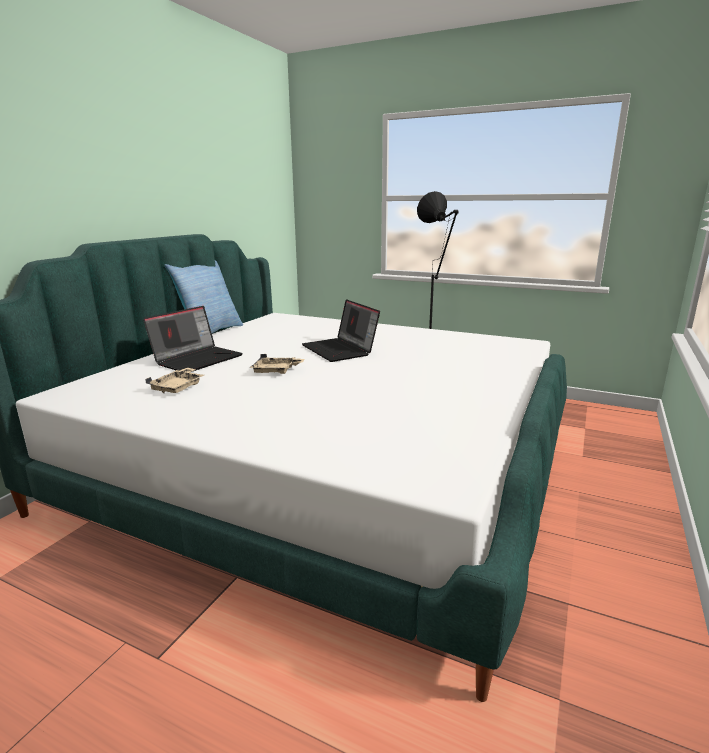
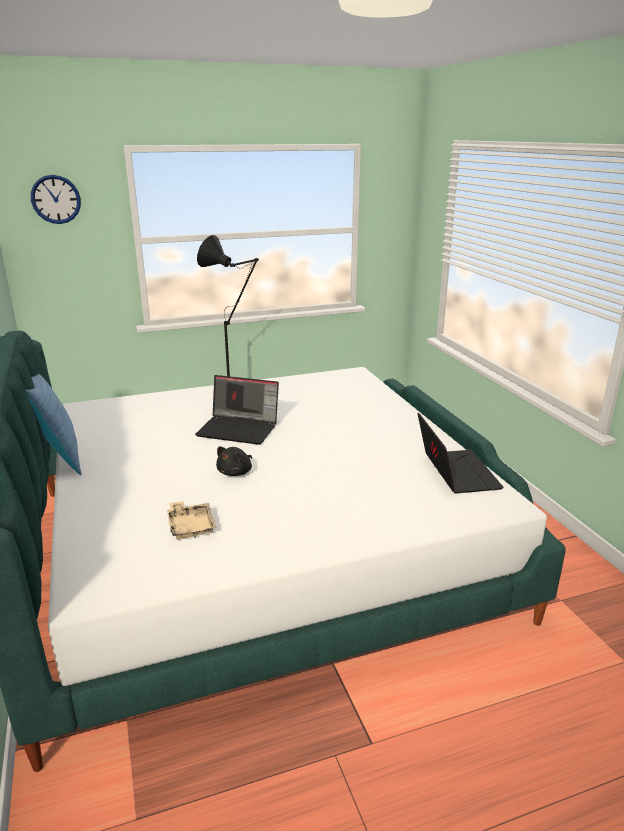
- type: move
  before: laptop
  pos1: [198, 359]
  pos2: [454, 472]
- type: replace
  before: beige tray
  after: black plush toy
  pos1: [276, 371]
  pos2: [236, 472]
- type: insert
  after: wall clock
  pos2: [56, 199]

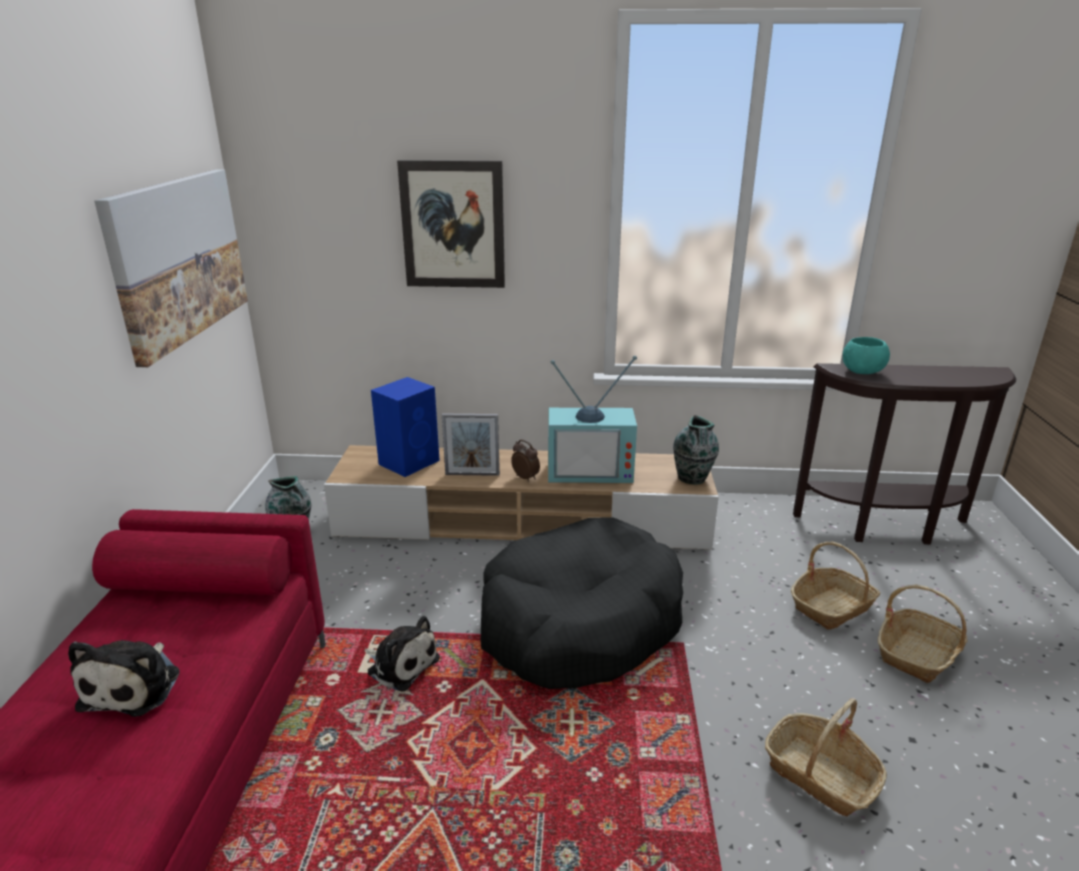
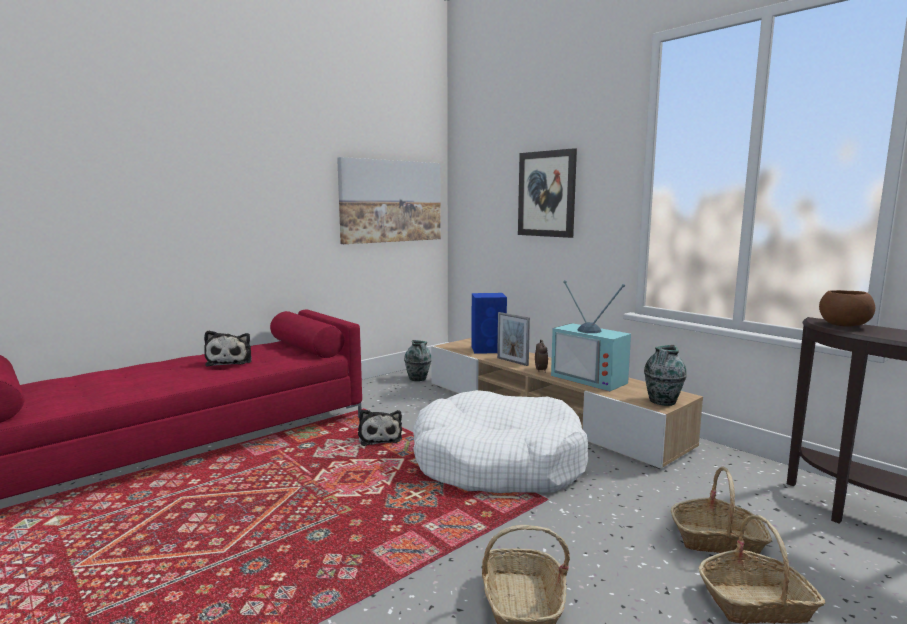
- type: recolor
  before: turquoise bowl
  after: brown bowl
  pos1: [862, 372]
  pos2: [844, 326]
- type: recolor
  before: black dog bed
  after: white dog bed
  pos1: [579, 623]
  pos2: [498, 463]
- type: rotate
  before: plush toy
  pos1: [134, 686]
  pos2: [230, 361]
  turn: -60

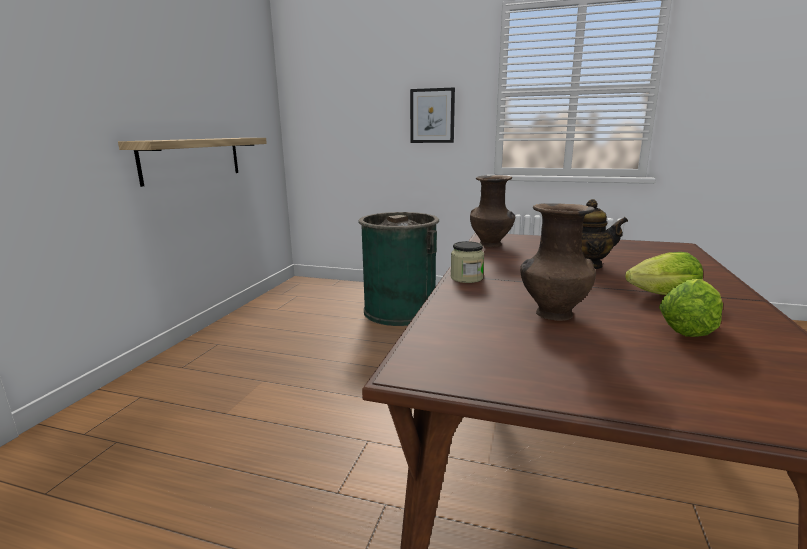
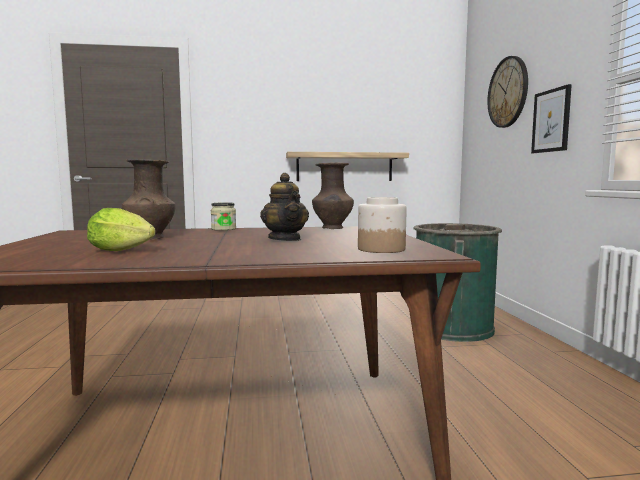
- type: delete
  before: lettuce
  pos1: [658, 295]
- type: insert
  after: wall clock
  pos2: [508, 92]
- type: insert
  after: jar
  pos2: [380, 249]

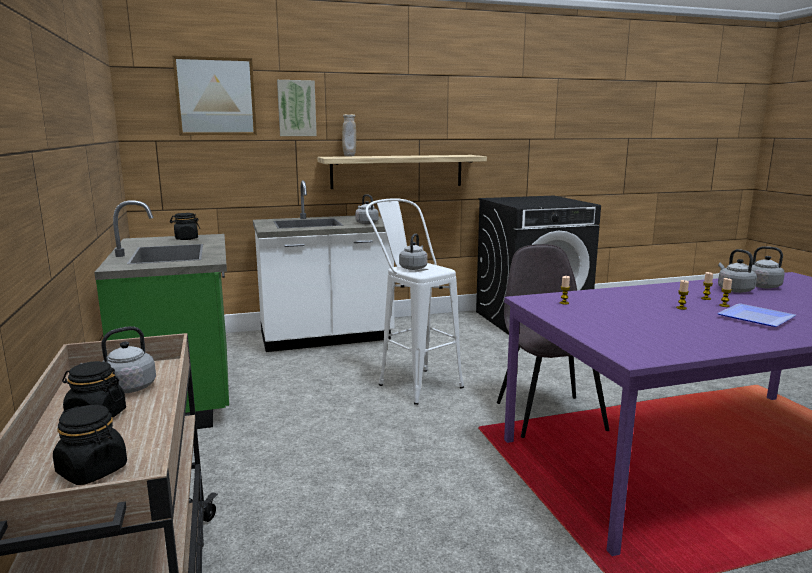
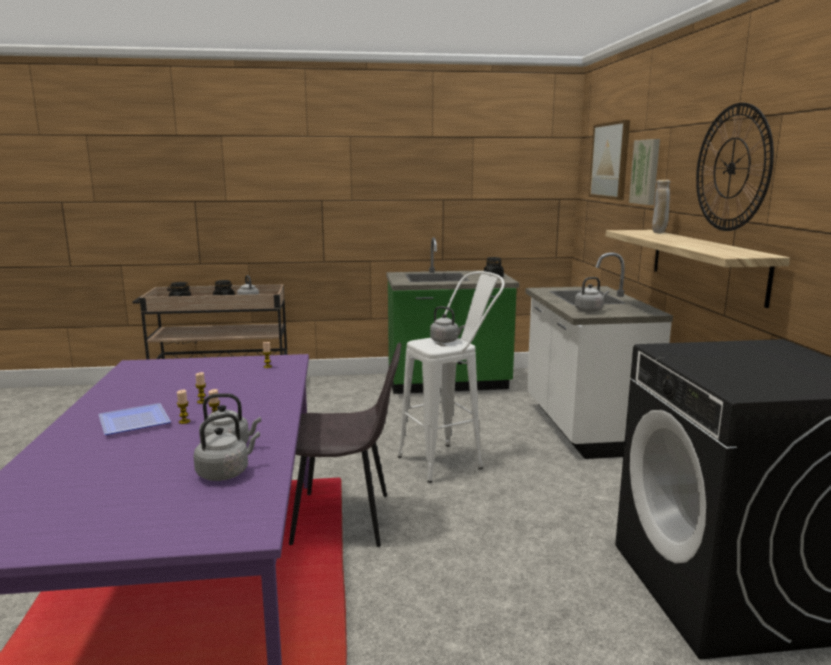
- type: insert
  after: wall clock
  pos2: [731, 168]

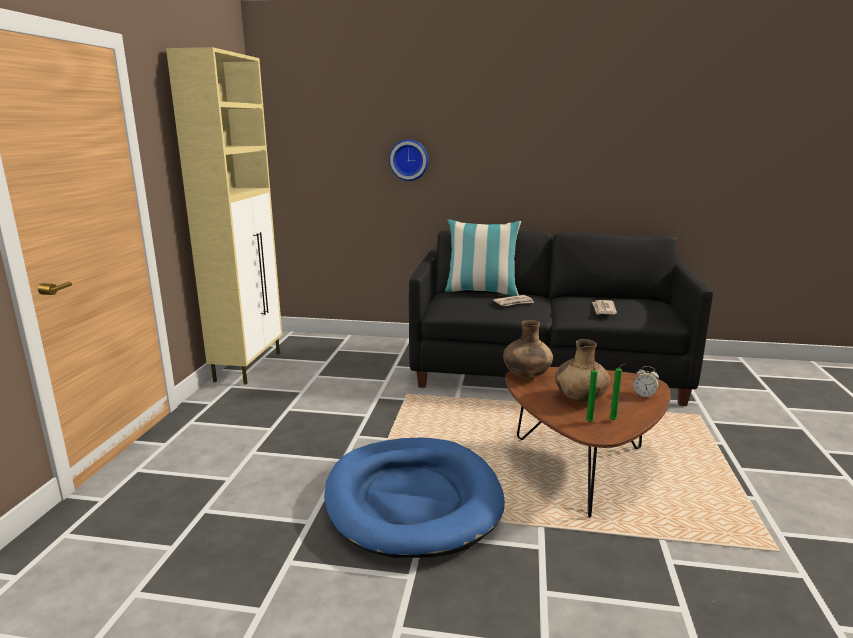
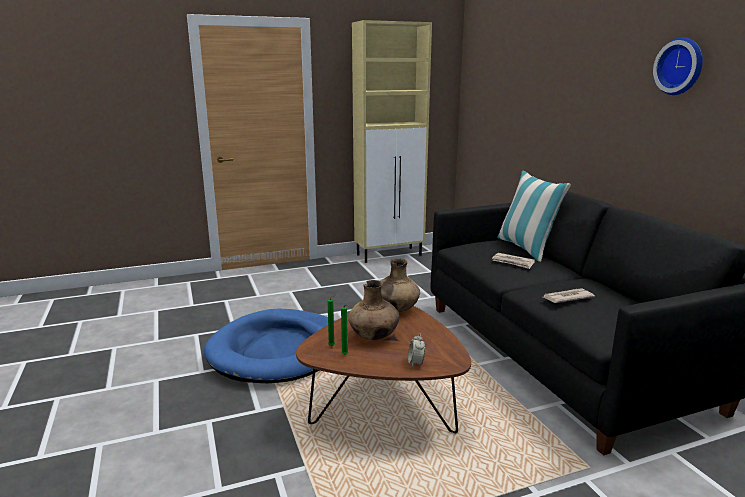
- type: move
  before: wall clock
  pos1: [409, 160]
  pos2: [681, 66]

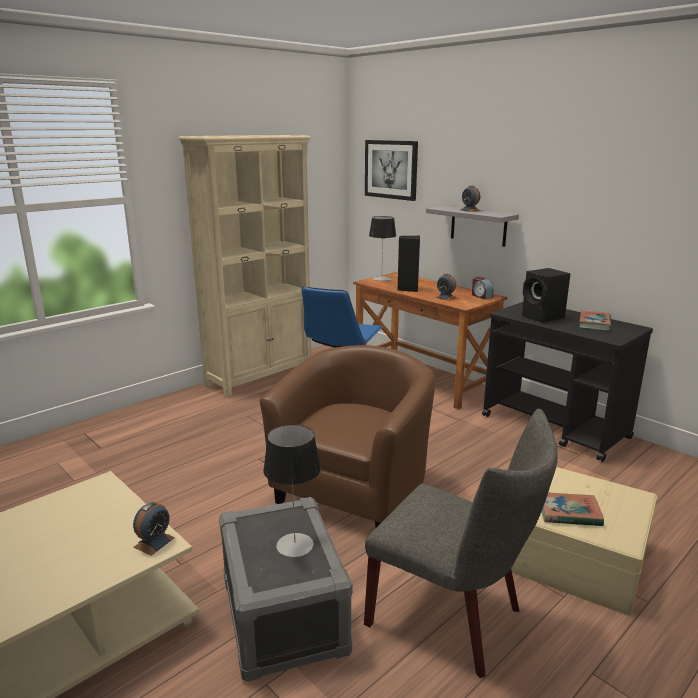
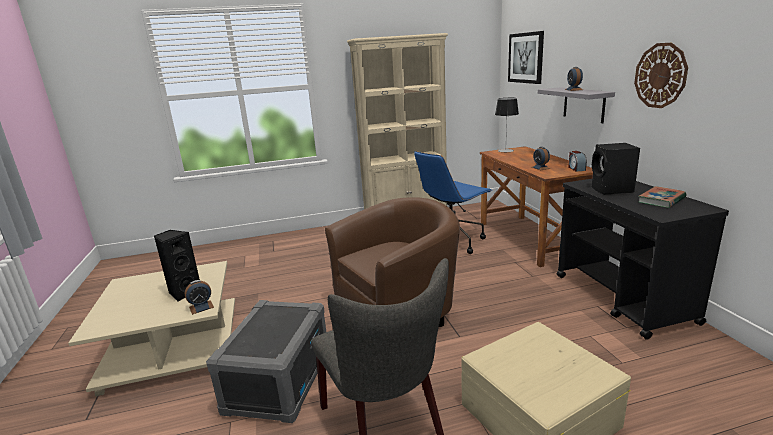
- type: move
  before: black speaker
  pos1: [408, 289]
  pos2: [184, 292]
- type: delete
  before: table lamp
  pos1: [295, 545]
- type: delete
  before: book
  pos1: [569, 513]
- type: insert
  after: wall clock
  pos2: [660, 75]

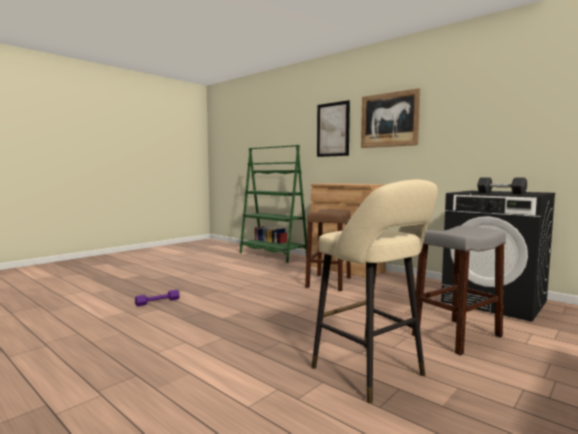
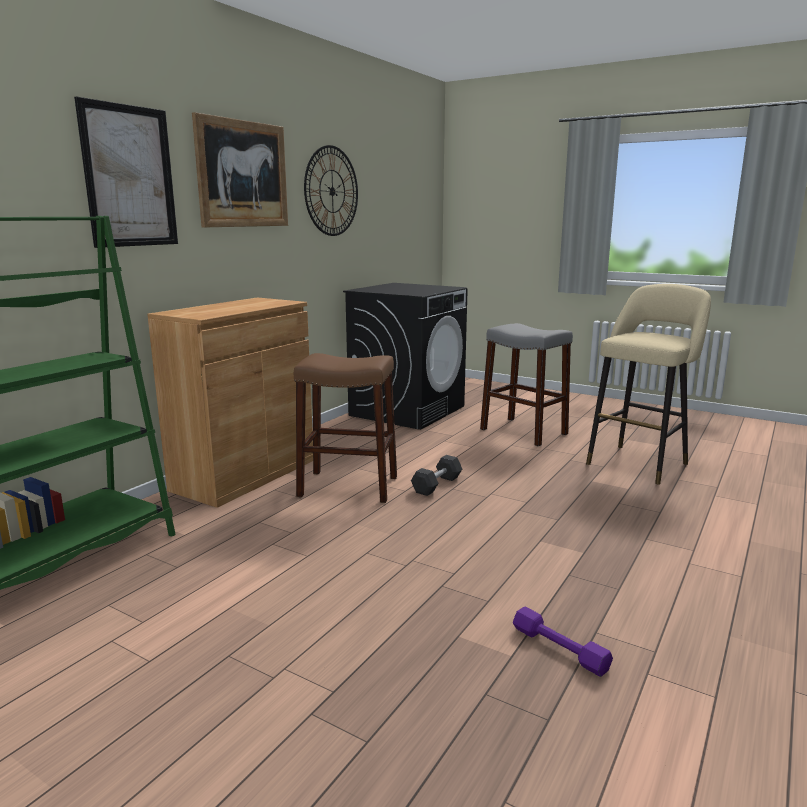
- type: move
  before: grey dumbbell
  pos1: [501, 193]
  pos2: [437, 485]
- type: insert
  after: wall clock
  pos2: [332, 191]

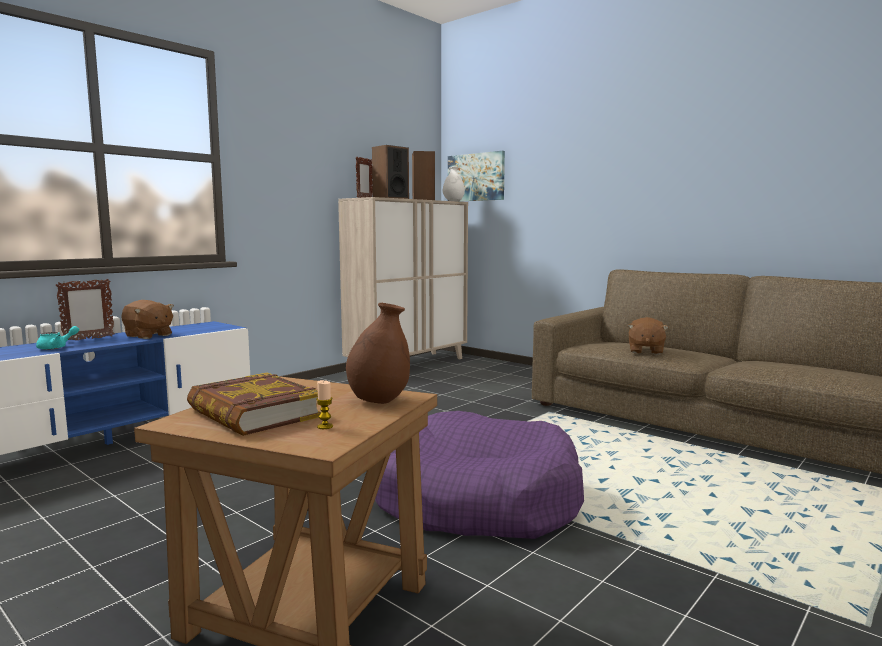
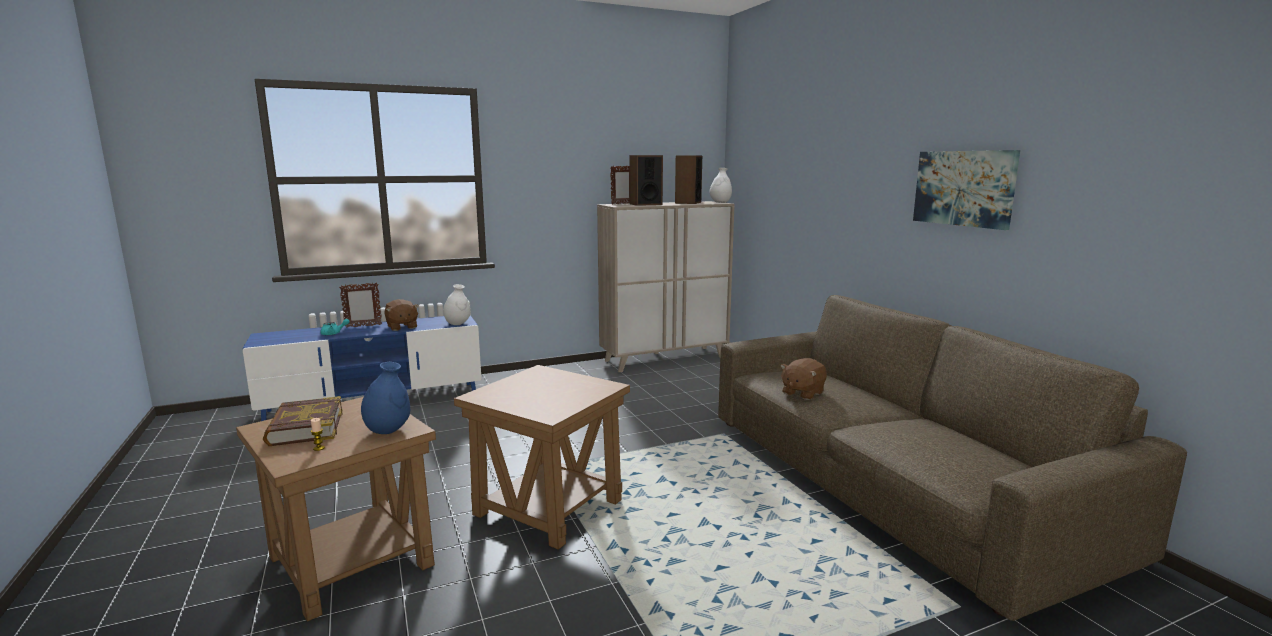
- type: move
  before: picture
  pos1: [476, 177]
  pos2: [964, 188]
- type: recolor
  before: brown vase
  after: blue vase
  pos1: [379, 401]
  pos2: [388, 430]
- type: replace
  before: purple dog bed
  after: brown side table
  pos1: [475, 499]
  pos2: [549, 507]
- type: insert
  after: white vase
  pos2: [457, 324]

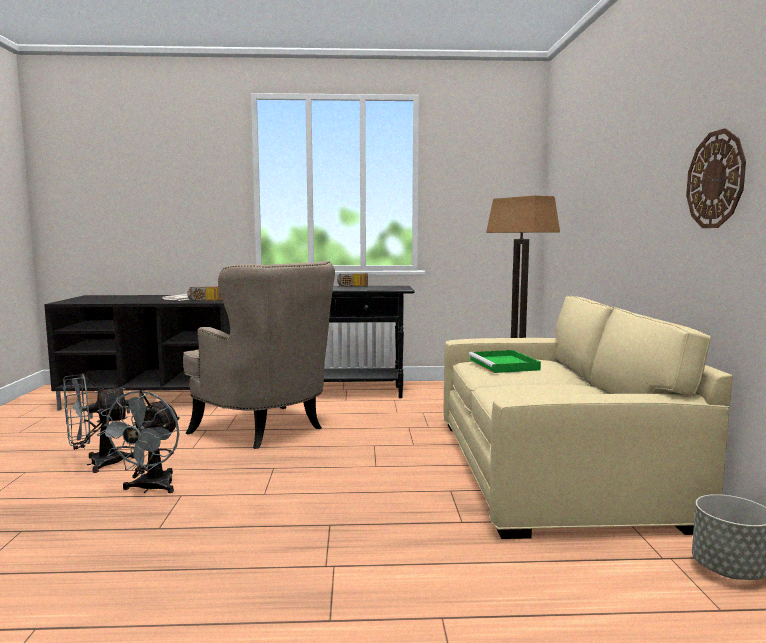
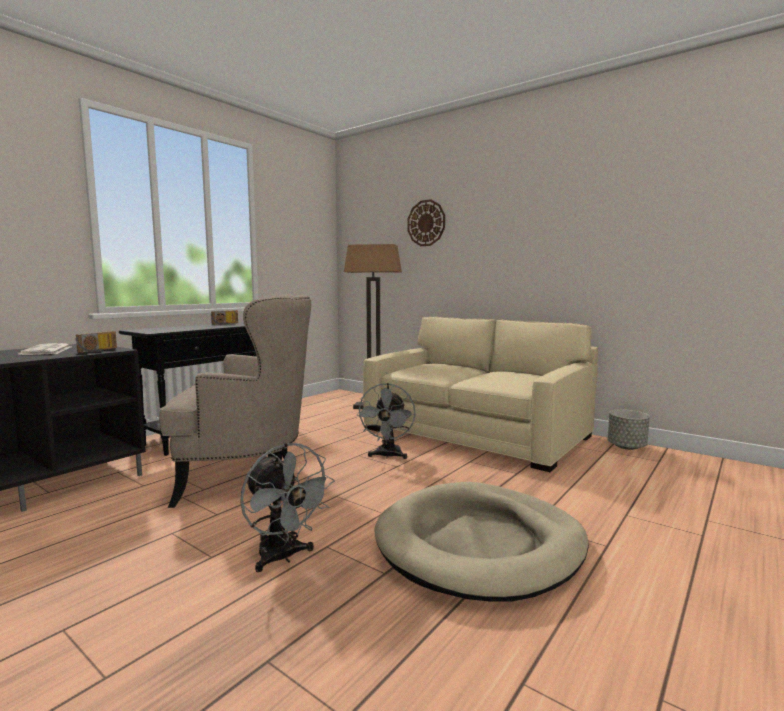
- type: move
  before: wall clock
  pos1: [716, 179]
  pos2: [426, 223]
- type: delete
  before: green tray
  pos1: [504, 365]
- type: move
  before: grey fan
  pos1: [97, 464]
  pos2: [387, 456]
- type: insert
  after: beige dog bed
  pos2: [480, 545]

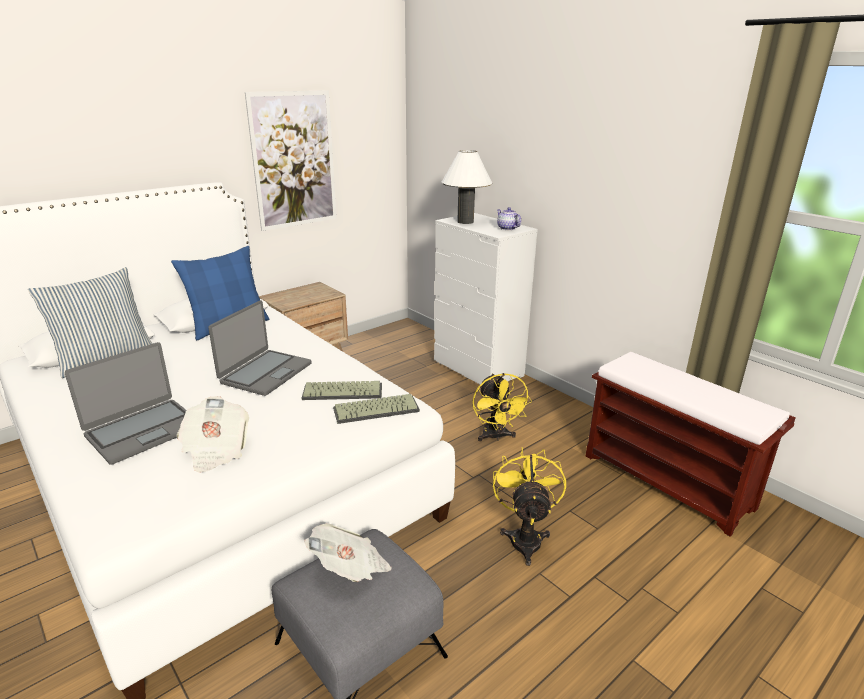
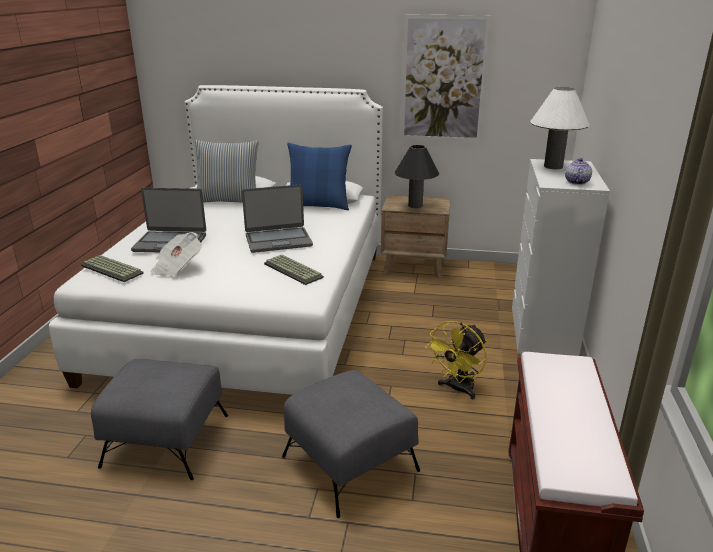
- type: move
  before: keyboard
  pos1: [377, 409]
  pos2: [113, 269]
- type: replace
  before: yellow fan
  after: grey ottoman
  pos1: [525, 537]
  pos2: [350, 462]
- type: delete
  before: newspaper
  pos1: [350, 568]
- type: insert
  after: black table lamp
  pos2: [415, 205]

